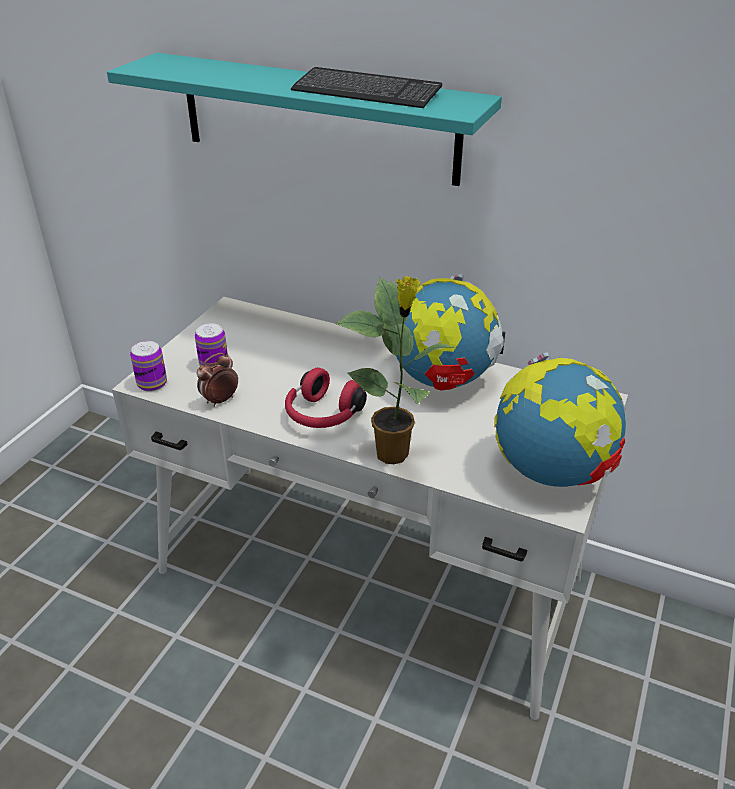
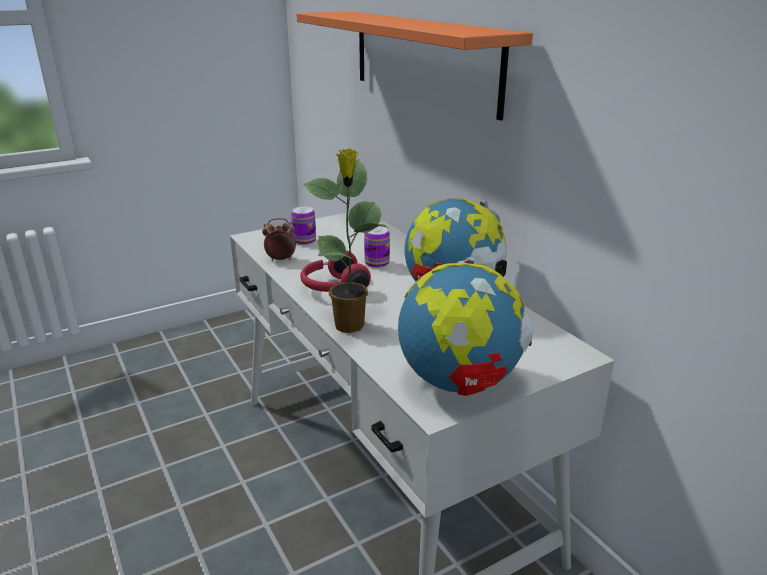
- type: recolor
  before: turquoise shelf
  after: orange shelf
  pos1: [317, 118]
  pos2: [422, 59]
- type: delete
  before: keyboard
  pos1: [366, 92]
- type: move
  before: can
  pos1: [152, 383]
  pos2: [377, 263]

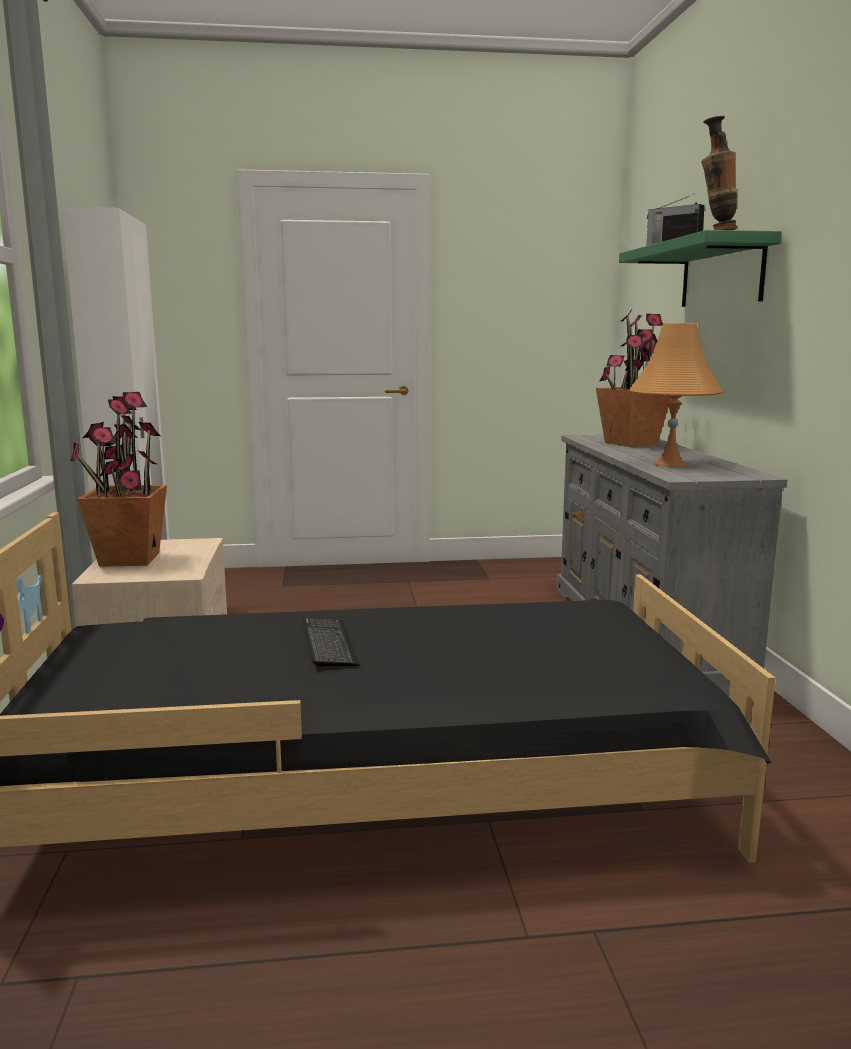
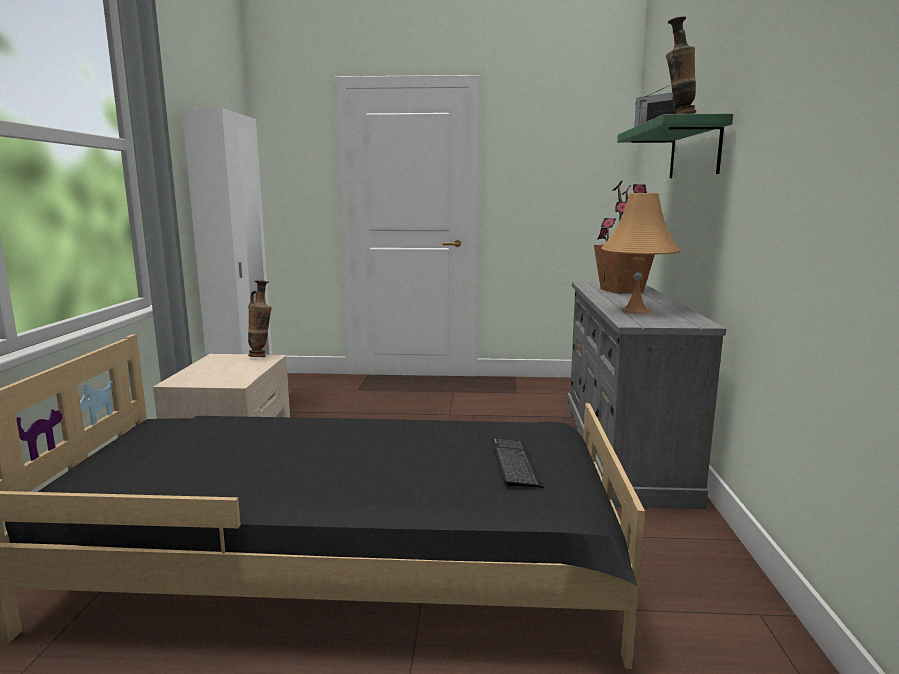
- type: delete
  before: potted plant
  pos1: [128, 559]
- type: move
  before: keyboard
  pos1: [329, 644]
  pos2: [515, 464]
- type: insert
  after: vase
  pos2: [261, 356]

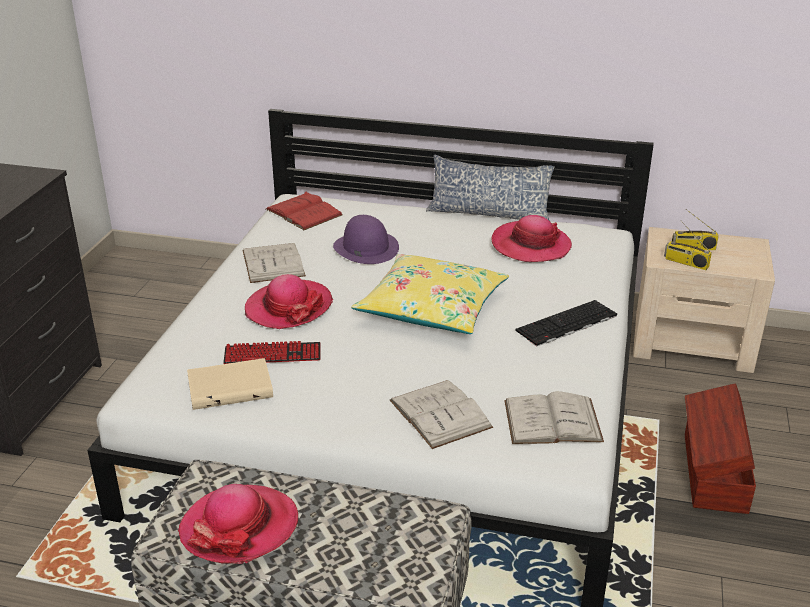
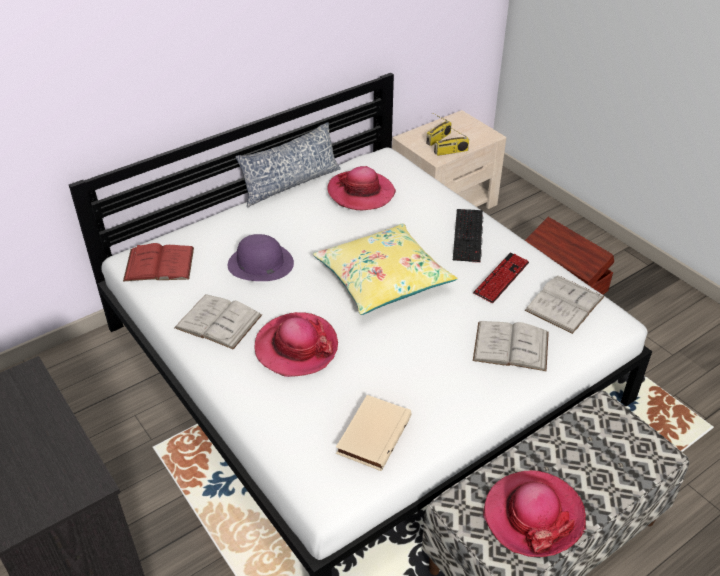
- type: move
  before: keyboard
  pos1: [272, 355]
  pos2: [501, 278]

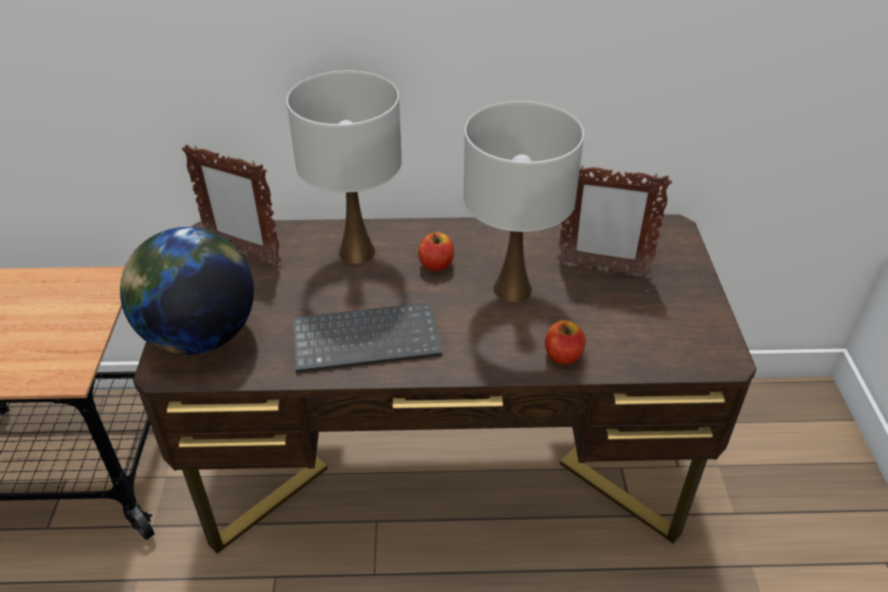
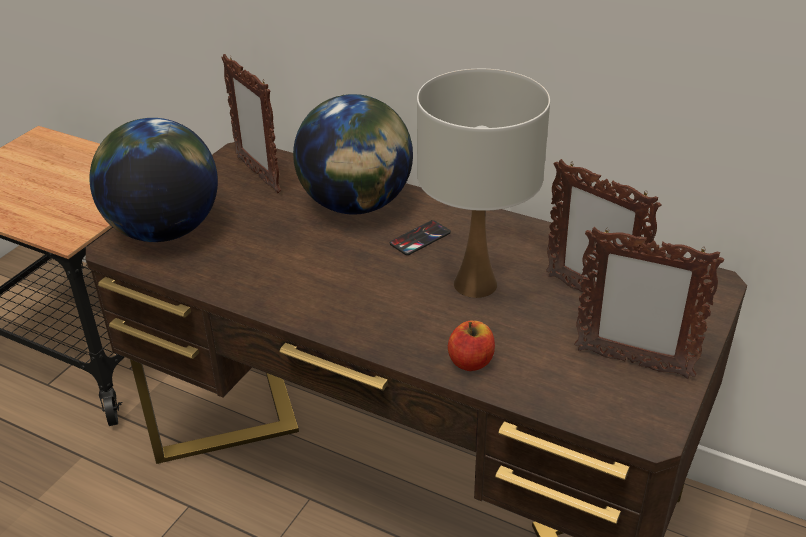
- type: replace
  before: white table lamp
  after: globe
  pos1: [357, 252]
  pos2: [356, 205]
- type: replace
  before: apple
  after: phone
  pos1: [436, 264]
  pos2: [420, 238]
- type: delete
  before: keyboard
  pos1: [368, 338]
- type: insert
  after: picture frame
  pos2: [632, 363]

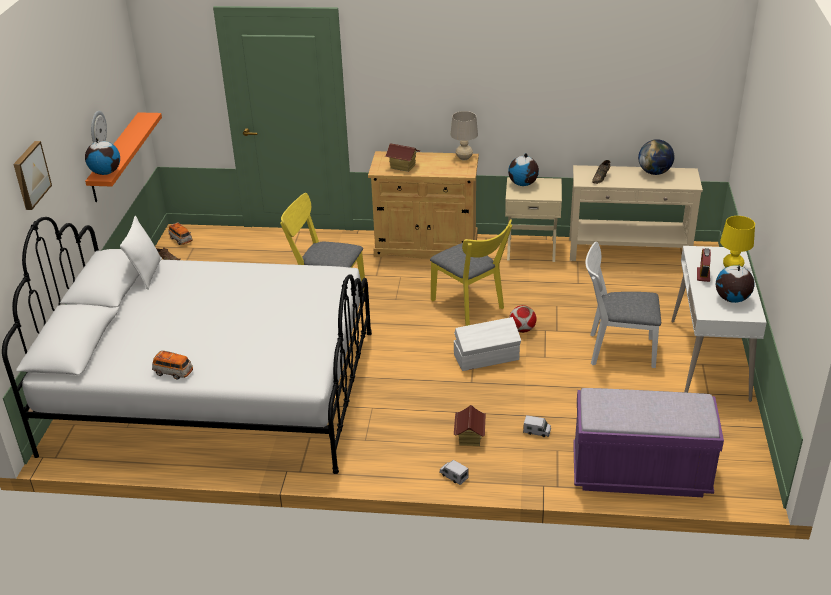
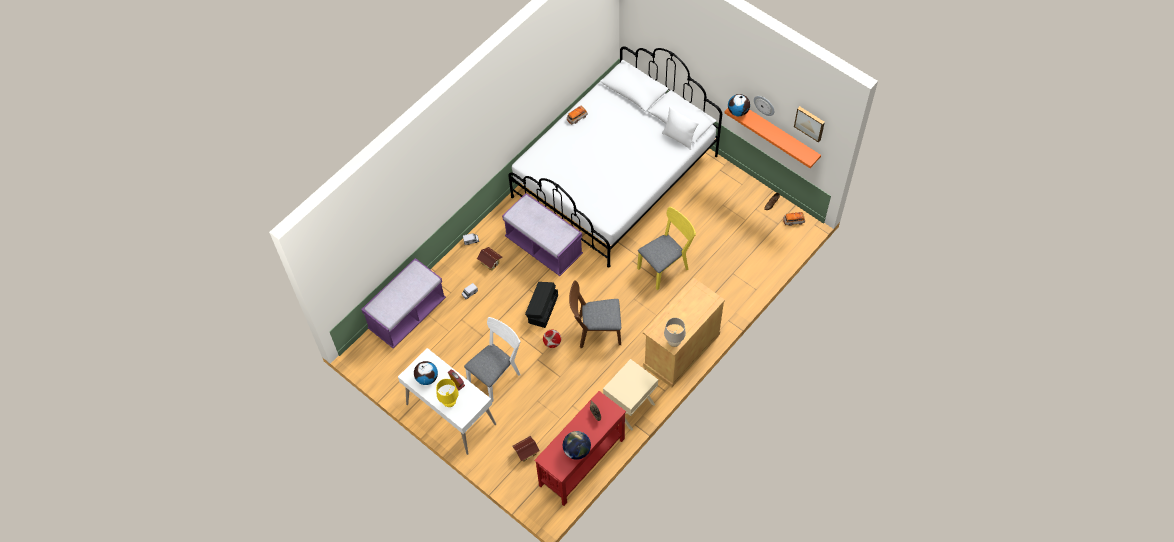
- type: move
  before: picture
  pos1: [30, 175]
  pos2: [810, 123]
- type: move
  before: toy house
  pos1: [403, 166]
  pos2: [526, 452]
- type: delete
  before: globe
  pos1: [523, 184]
- type: recolor
  before: beige console table
  after: red console table
  pos1: [629, 252]
  pos2: [581, 462]
- type: recolor
  before: yellow chair
  after: brown chair
  pos1: [470, 306]
  pos2: [595, 332]
- type: recolor
  before: white storage box
  after: black storage box
  pos1: [487, 358]
  pos2: [542, 309]
- type: insert
  after: purple bench
  pos2: [544, 247]

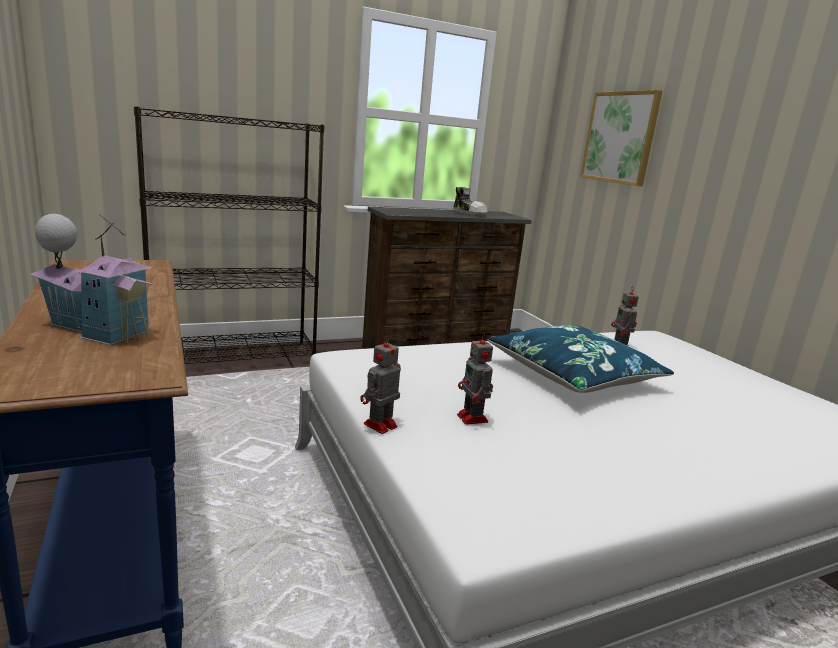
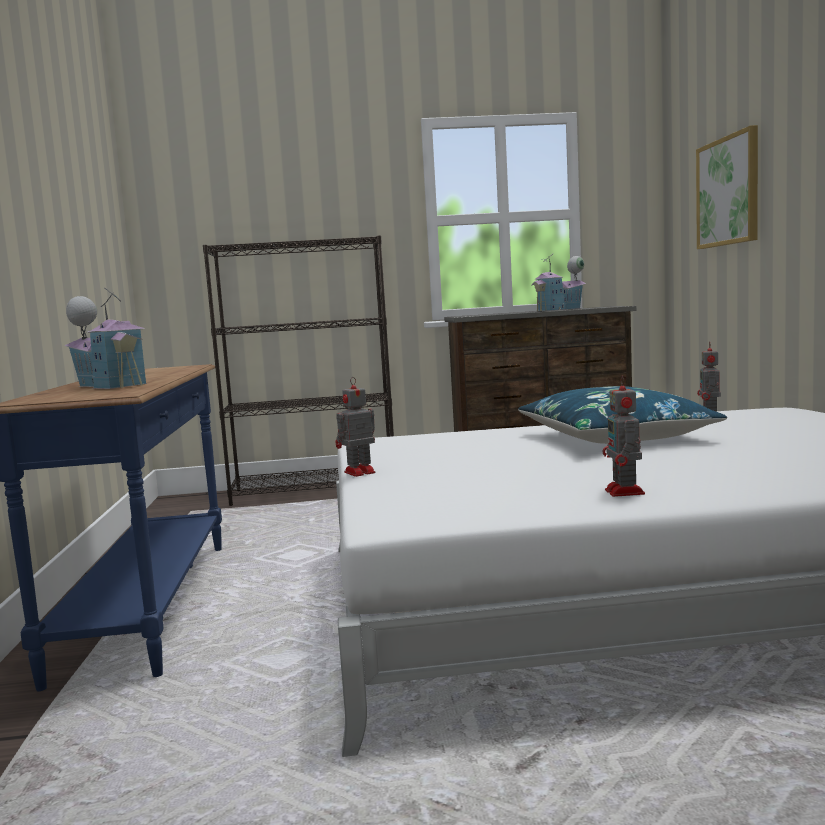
- type: replace
  before: shoe
  after: toy house
  pos1: [469, 213]
  pos2: [560, 309]
- type: move
  before: toy robot
  pos1: [473, 419]
  pos2: [625, 492]

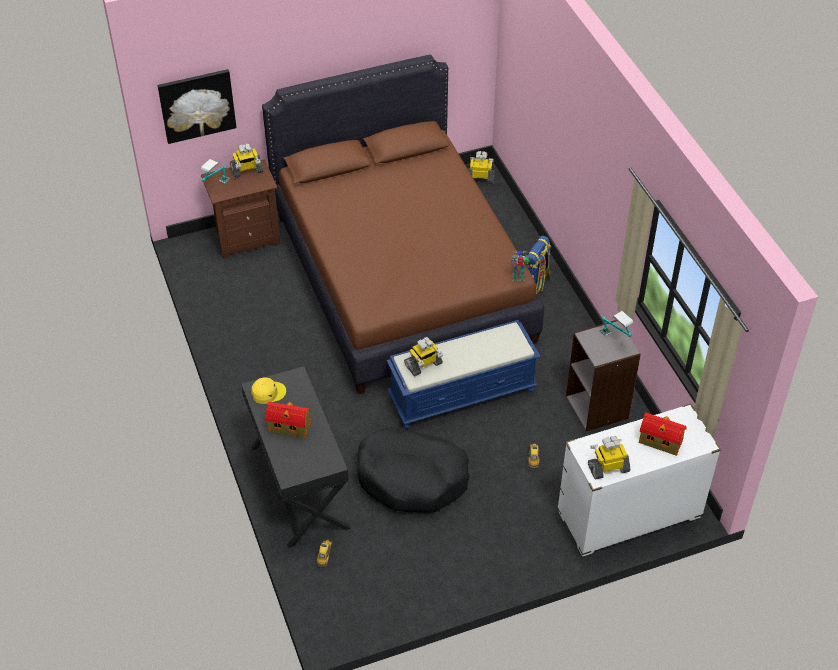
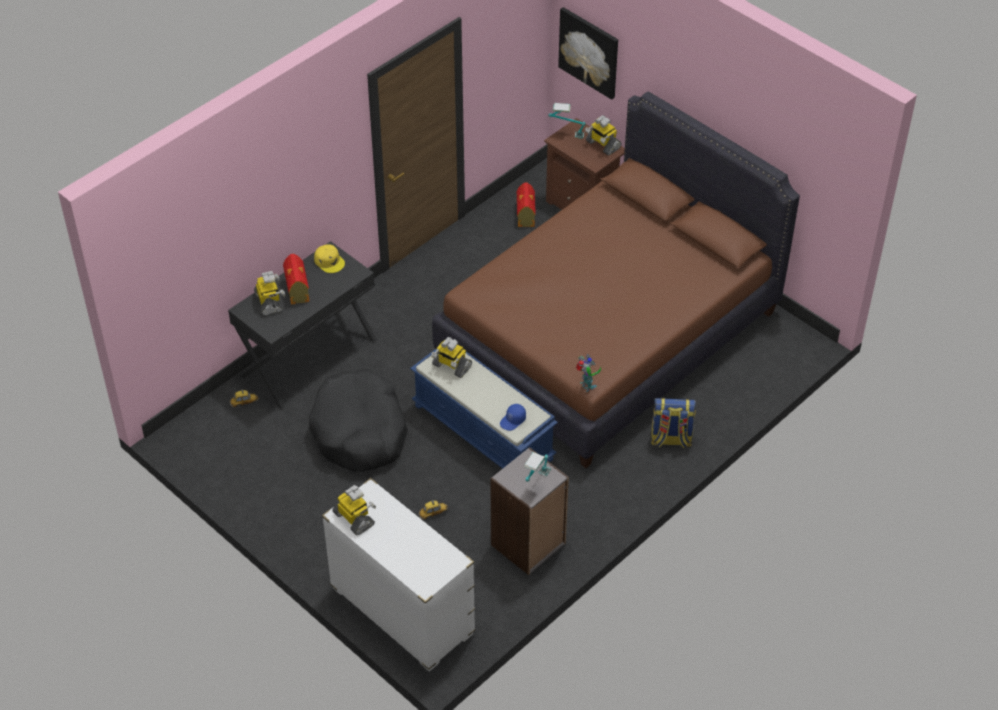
- type: move
  before: toy robot
  pos1: [480, 178]
  pos2: [269, 302]
- type: move
  before: toy house
  pos1: [661, 442]
  pos2: [525, 216]
- type: insert
  after: blue cap
  pos2: [513, 421]

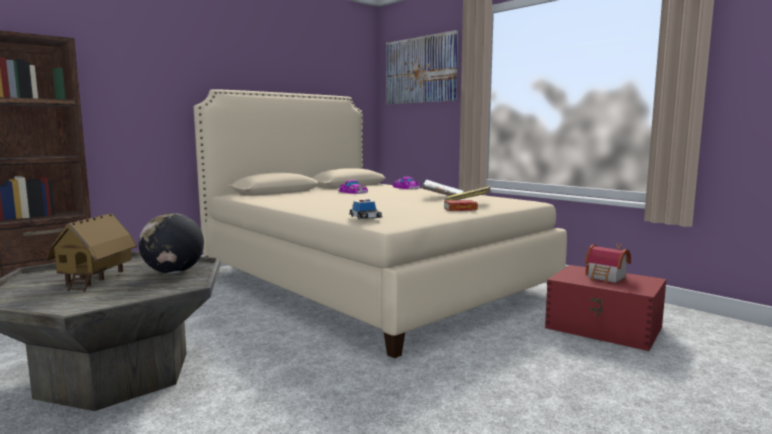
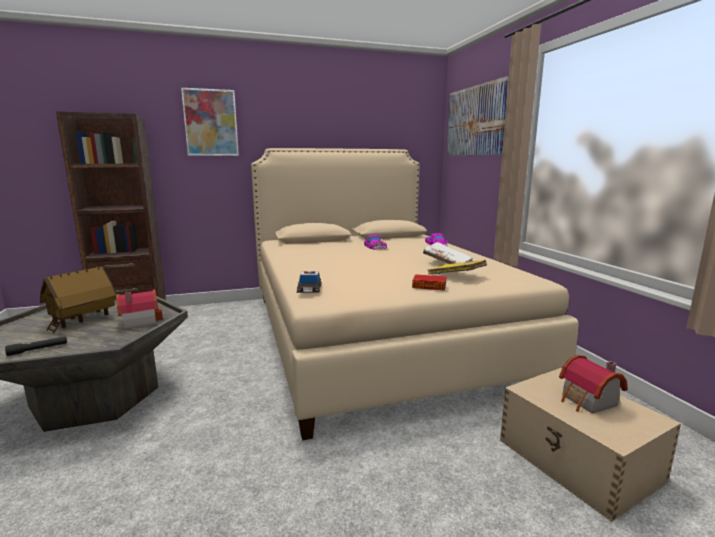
- type: replace
  before: globe
  after: toy house
  pos1: [173, 272]
  pos2: [138, 321]
- type: recolor
  before: red storage box
  after: beige storage box
  pos1: [604, 328]
  pos2: [579, 461]
- type: insert
  after: picture
  pos2: [211, 123]
- type: insert
  after: black flashlight
  pos2: [38, 349]

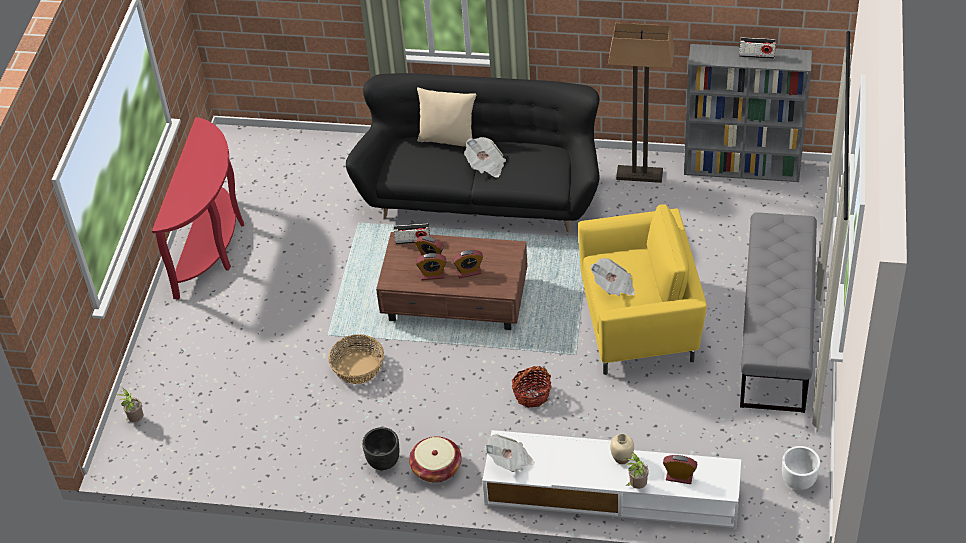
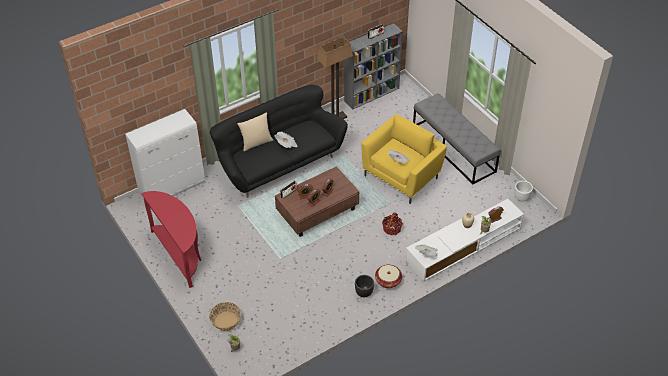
- type: move
  before: basket
  pos1: [358, 368]
  pos2: [226, 321]
- type: insert
  after: white cabinet
  pos2: [173, 188]

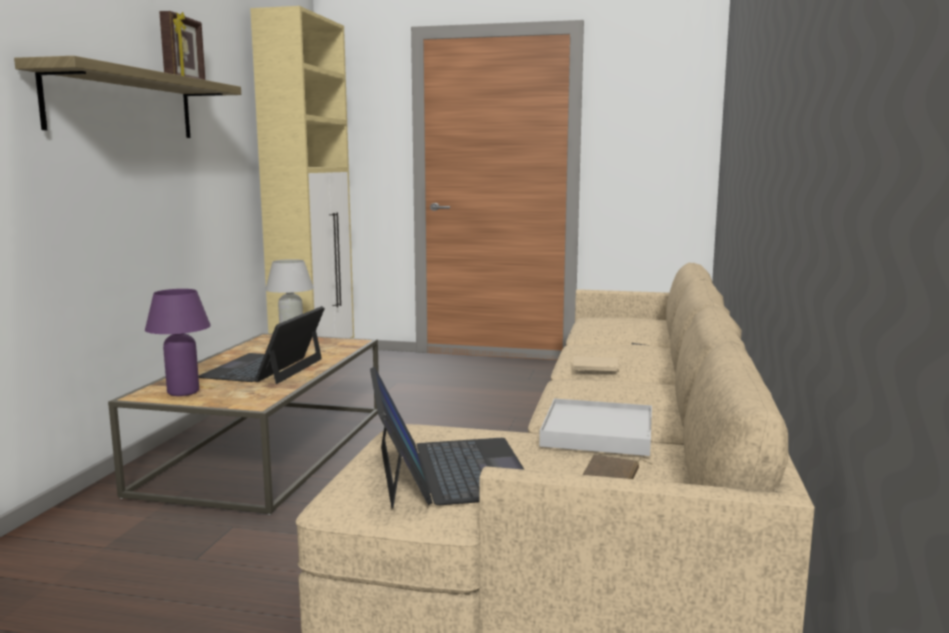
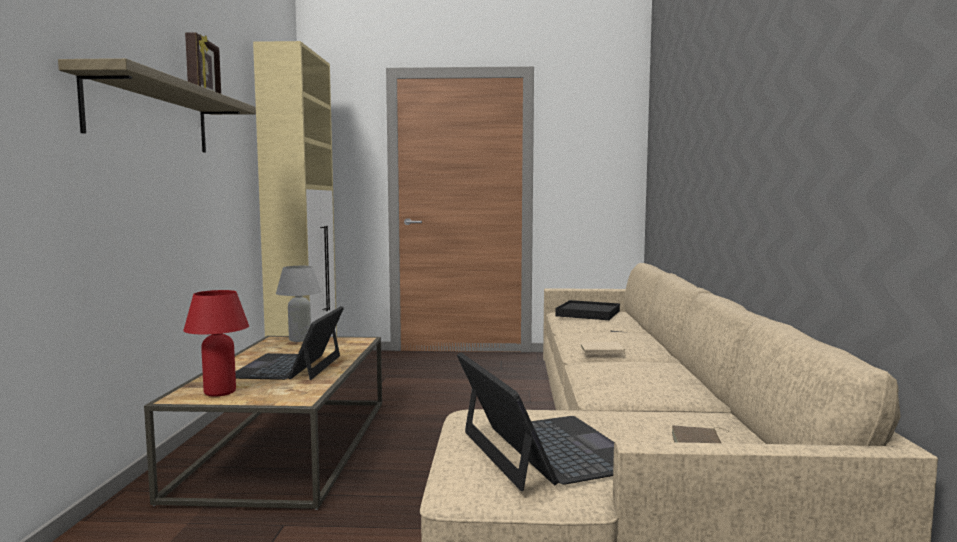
- type: recolor
  before: purple table lamp
  after: red table lamp
  pos1: [183, 392]
  pos2: [220, 392]
- type: delete
  before: white tray
  pos1: [598, 432]
- type: insert
  after: black tray
  pos2: [588, 313]

